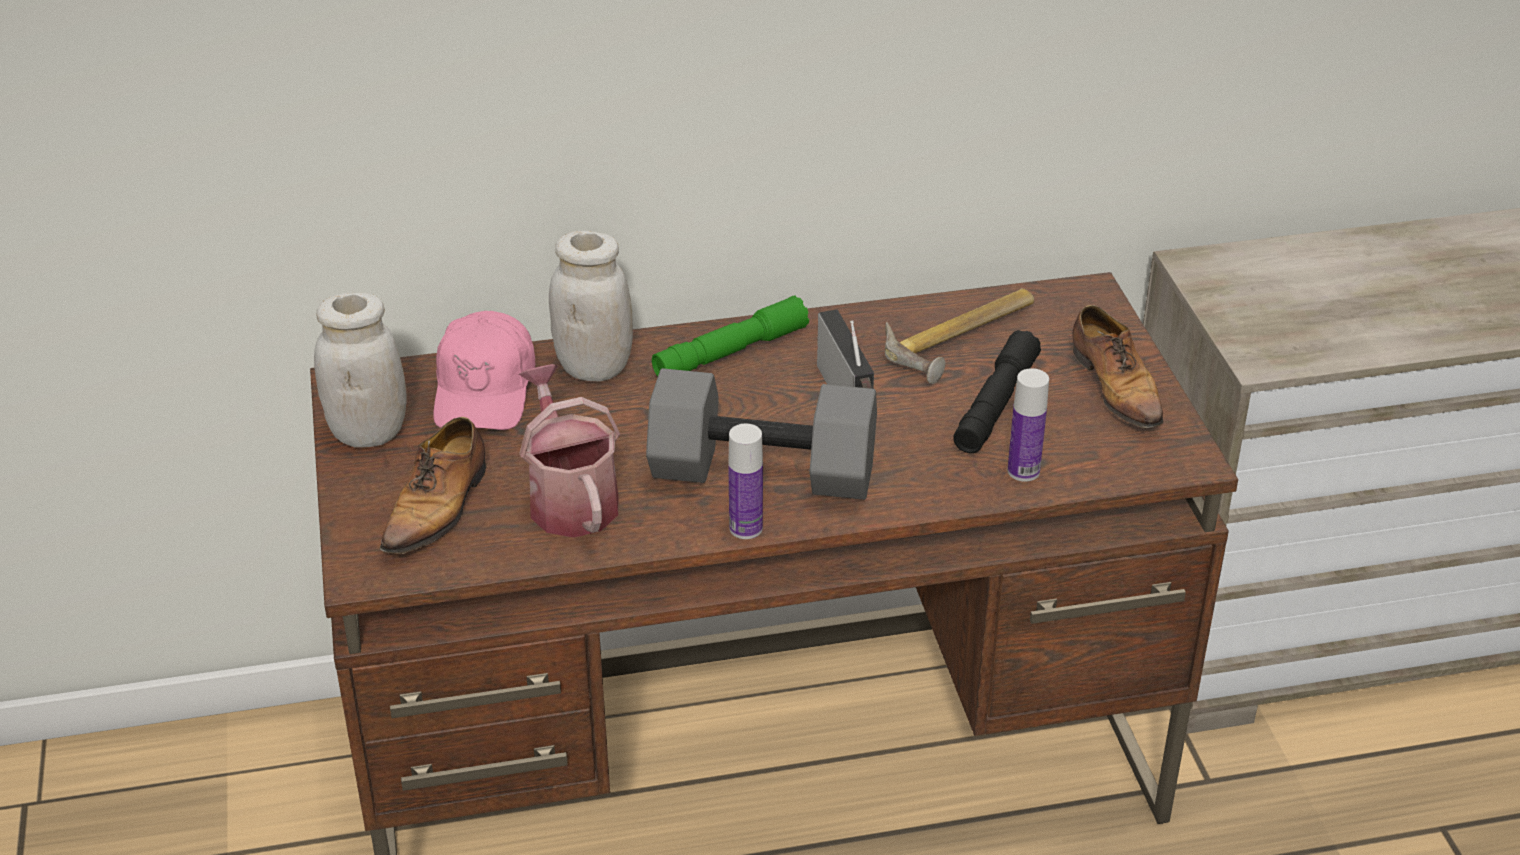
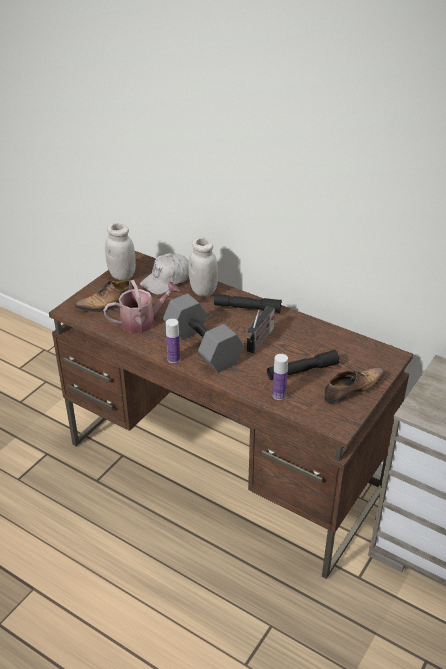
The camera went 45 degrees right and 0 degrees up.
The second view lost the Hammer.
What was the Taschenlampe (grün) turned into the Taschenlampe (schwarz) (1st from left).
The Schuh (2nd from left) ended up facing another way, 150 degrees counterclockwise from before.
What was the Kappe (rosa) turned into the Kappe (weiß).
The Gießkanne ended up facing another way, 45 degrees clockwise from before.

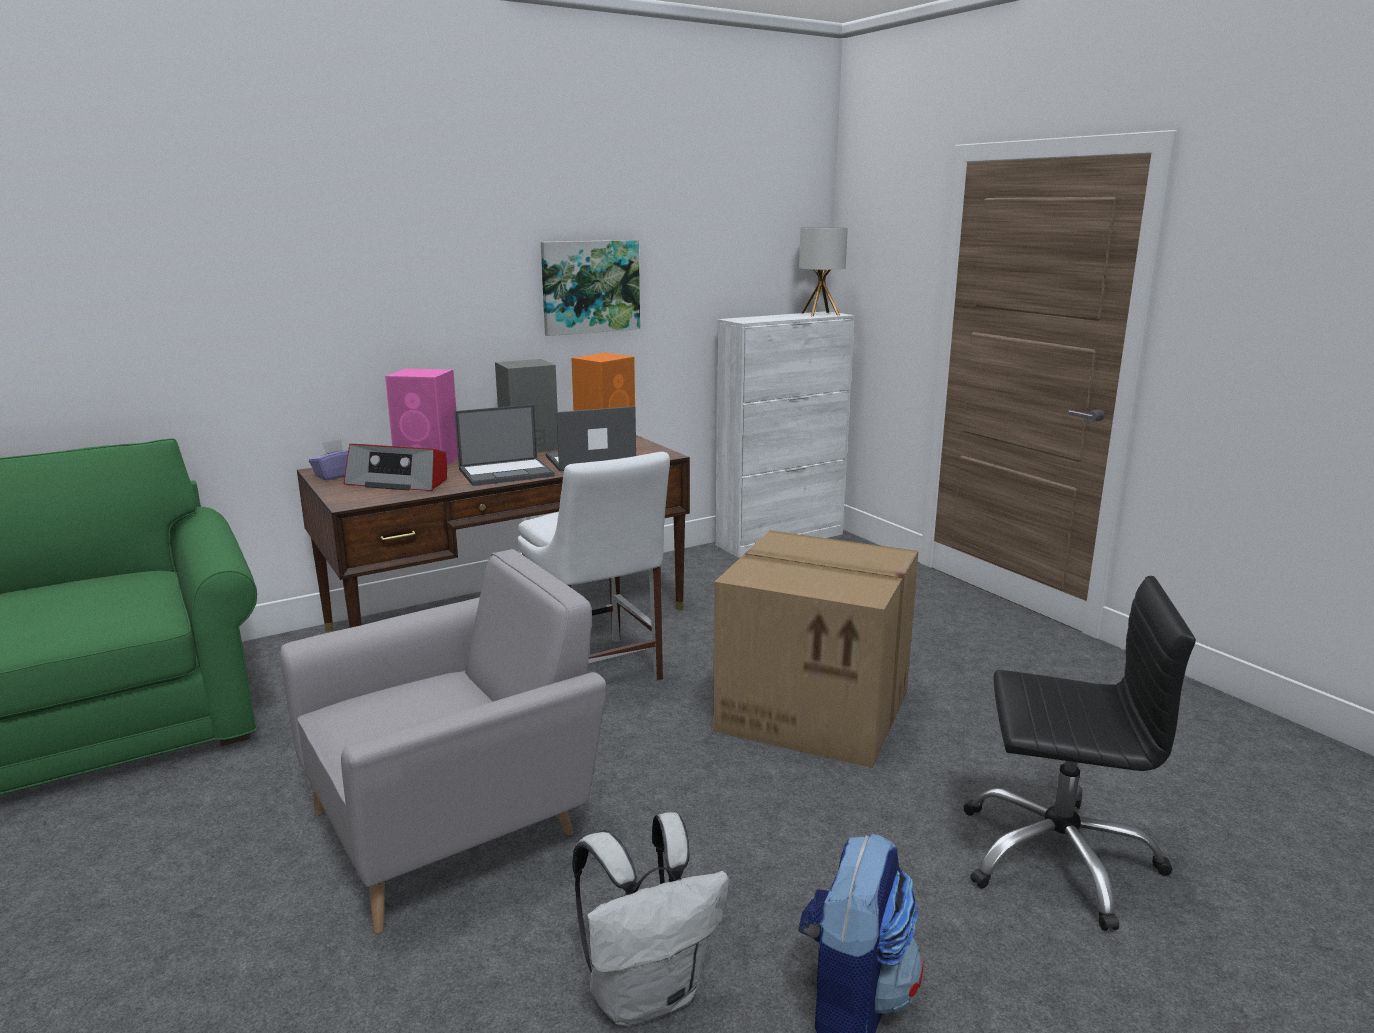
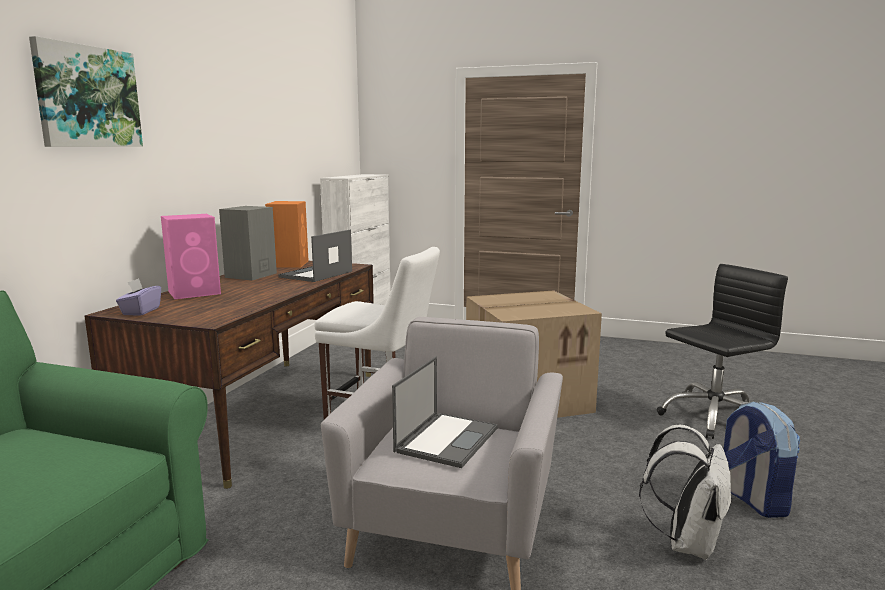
The camera went 40 degrees left and 5 degrees down.
The second view lost the Tischlampe.
The Bild ended up elsewhere.
The Laptop (1st from left in the first image) ended up elsewhere.
The second view lost the Radio.

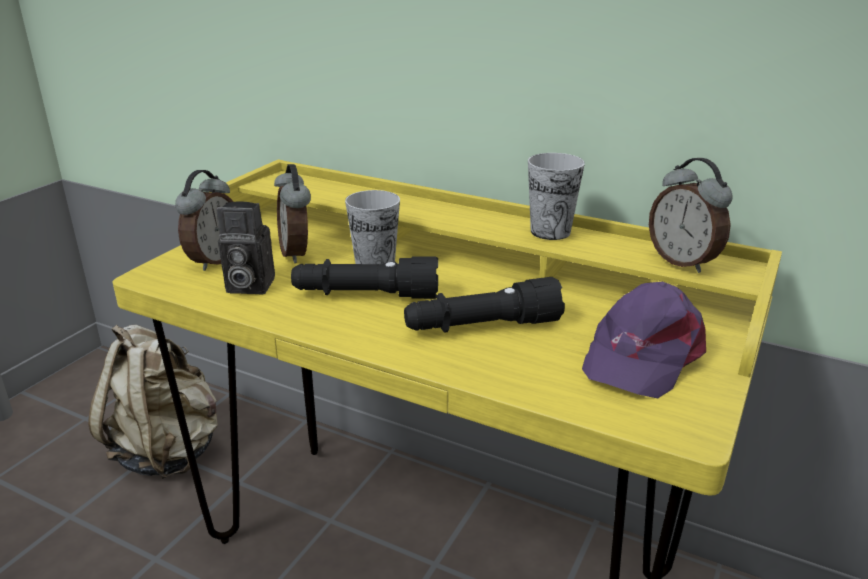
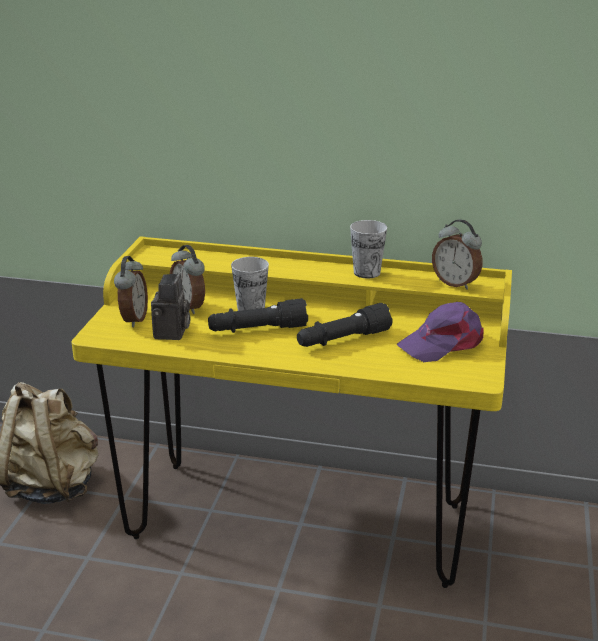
The camera went 15 degrees left and 0 degrees up.
The Kamera ended up facing another way, 75 degrees counterclockwise from before.
The Kappe (lila) ended up facing another way, 45 degrees clockwise from before.

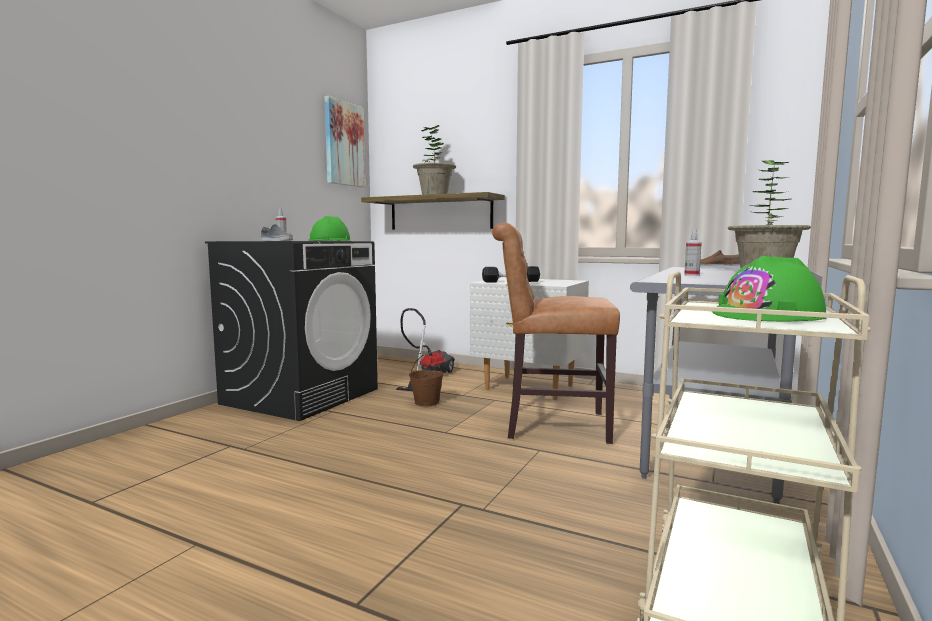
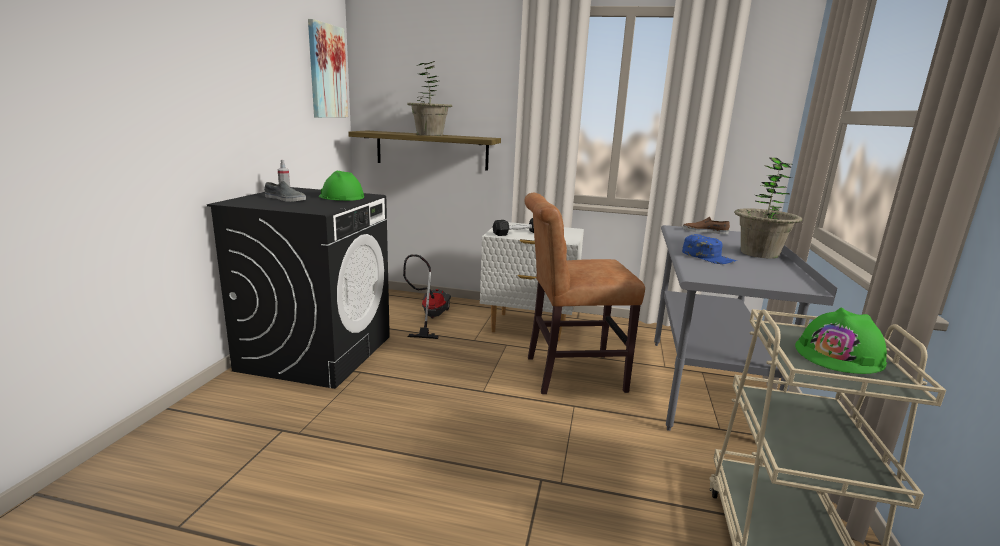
The camera went 15 degrees left and 10 degrees up.
Where the Sprühflasche (2nd from left) stood, the Kappe (blau) came to stand.
The second view lost the Eimer (braun).

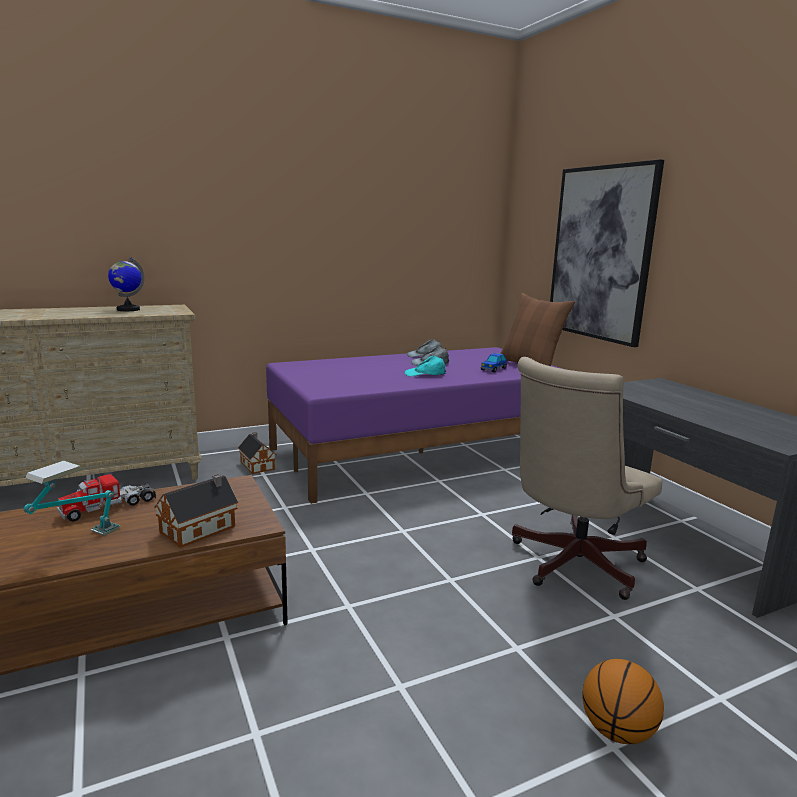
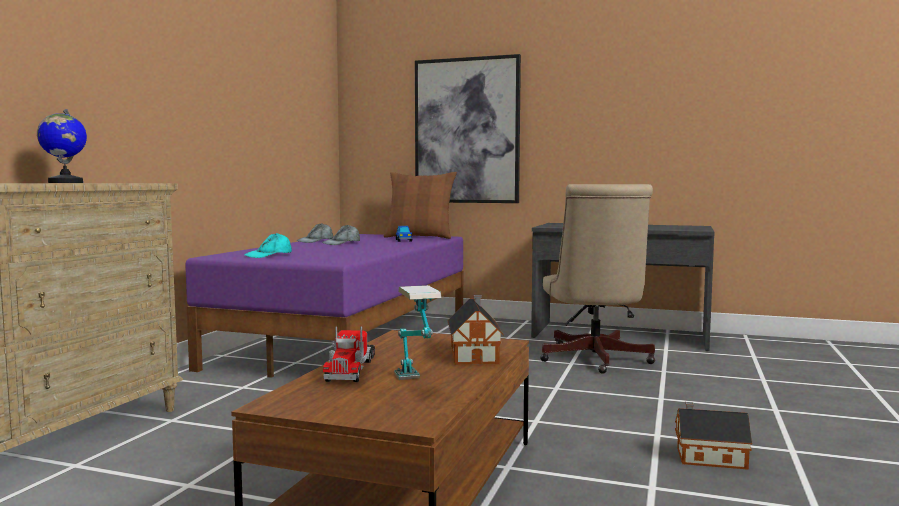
The camera went 45 degrees left and 10 degrees down.
The Kappe (türkis) ended up elsewhere.
The Spielzeughaus (2nd from left) ended up elsewhere.
The second view lost the Basketball.

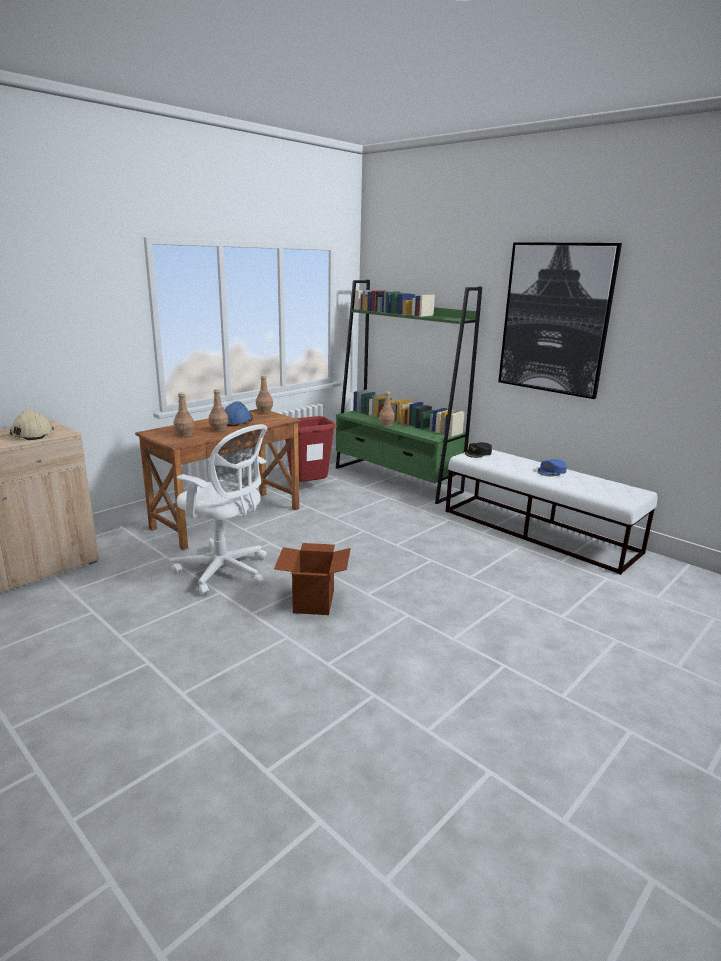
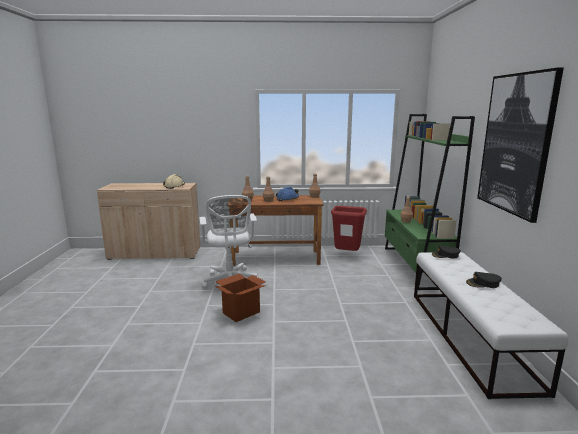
The camera went 45 degrees right and 5 degrees down.
What was the Kappe (blau) turned into the Kappe (schwarz) (2nd from left).

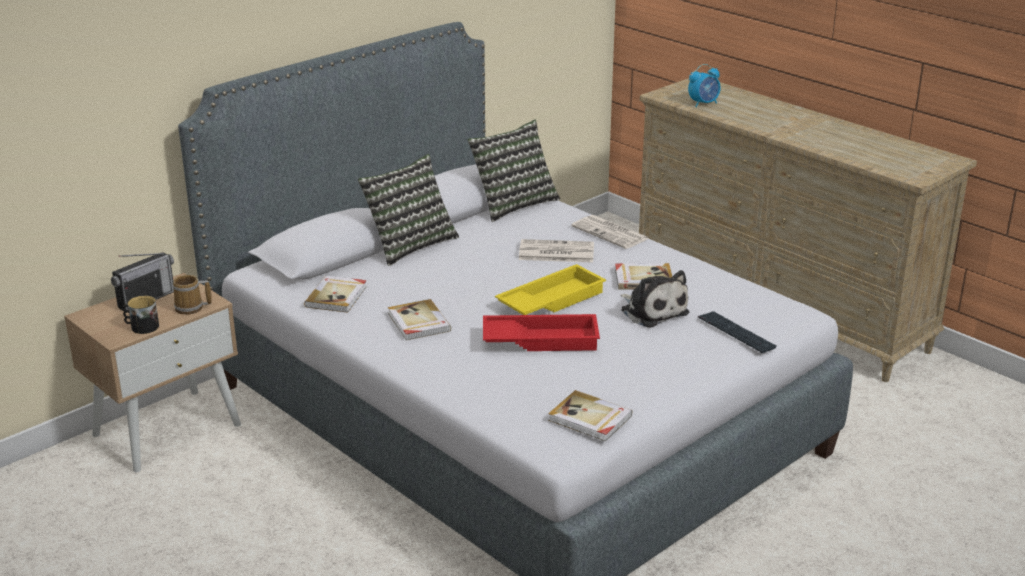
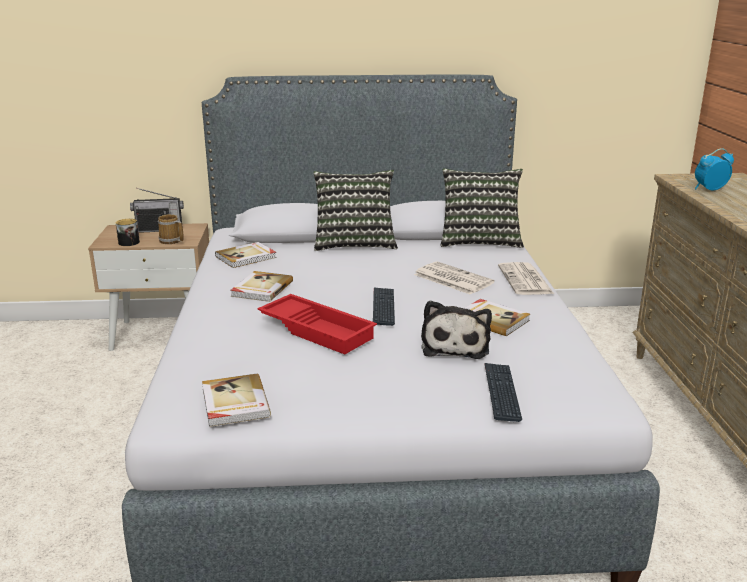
The camera went 40 degrees right and 5 degrees down.
The Wecker ended up facing another way, 150 degrees clockwise from before.
Where the Tablett (gelb) stood, the Tastatur (1st from left) came to stand.

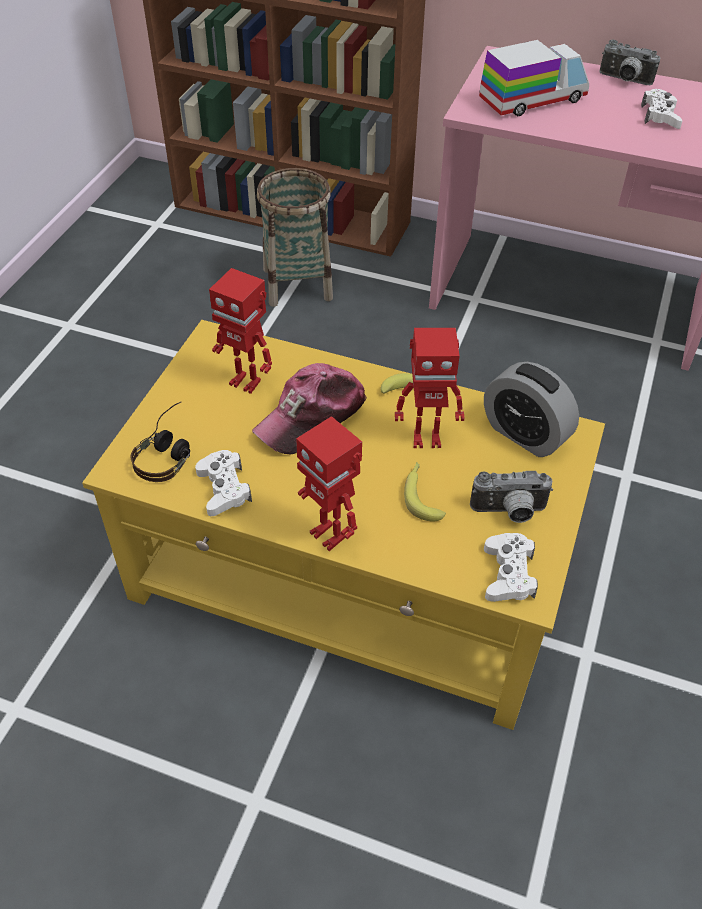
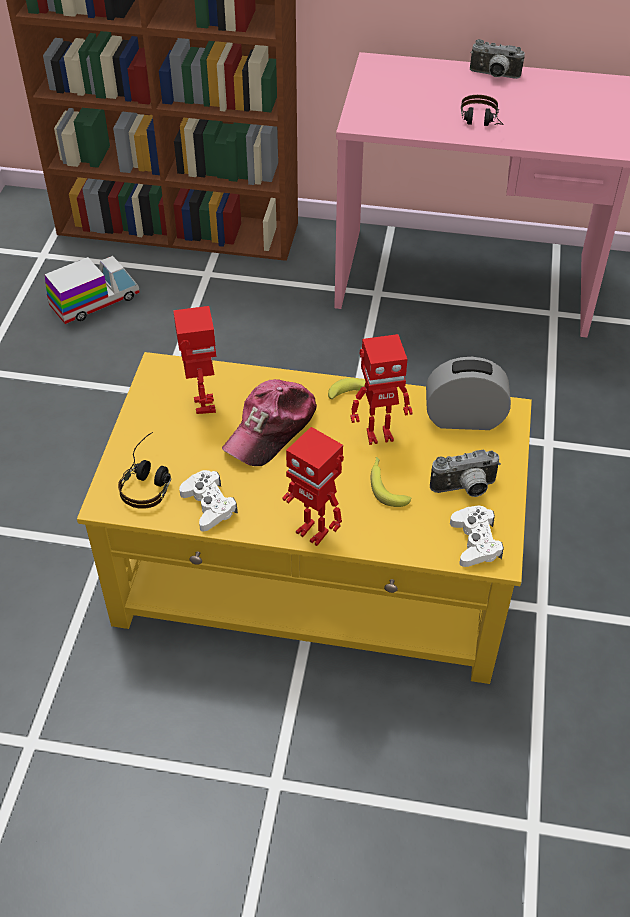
The camera went 10 degrees left and 0 degrees up.
The Spielzeuglaster ended up elsewhere.
The second view lost the Gamepad (weiß) (3rd from left).
The second view lost the Korb.
The Spielzeugroboter (1st from left) ended up facing another way, 120 degrees counterclockwise from before.
The Wecker ended up facing another way, 150 degrees clockwise from before.
The second view gained the Kopfhörer (2nd from left).

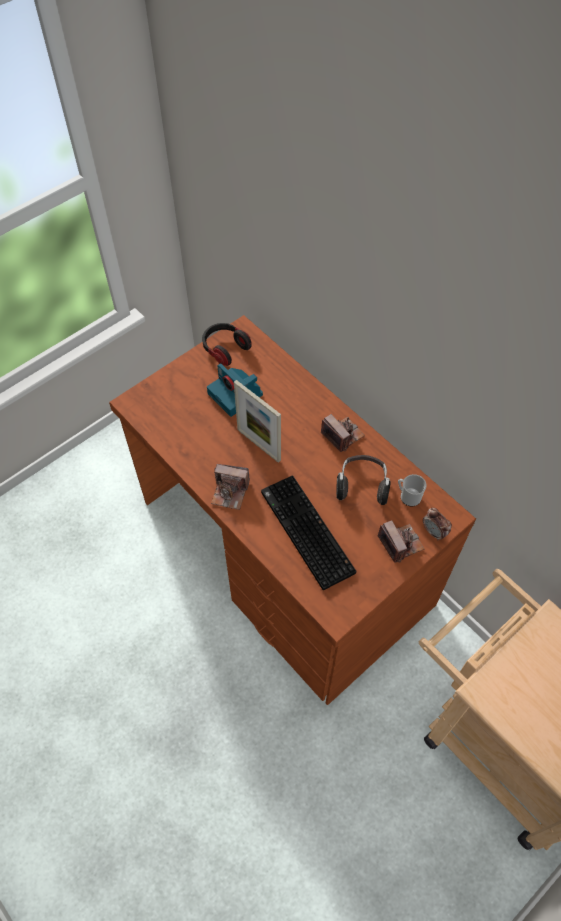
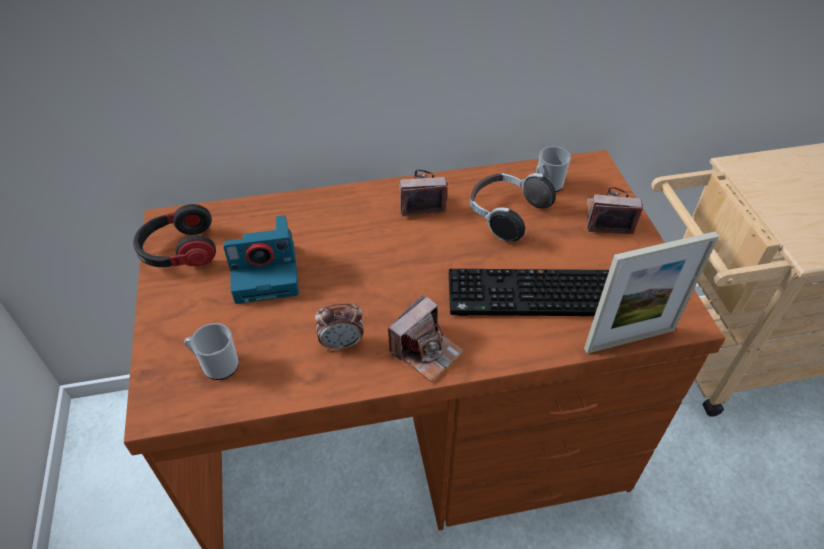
The camera went 60 degrees left and 10 degrees down.
The Bilderrahmen ended up elsewhere.
The Wecker ended up elsewhere.
The second view gained the Henkelbecher (1st from left).

